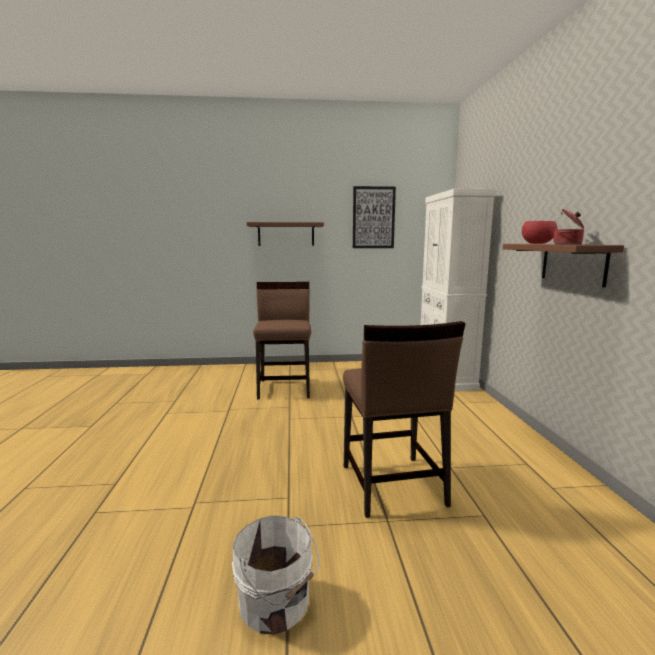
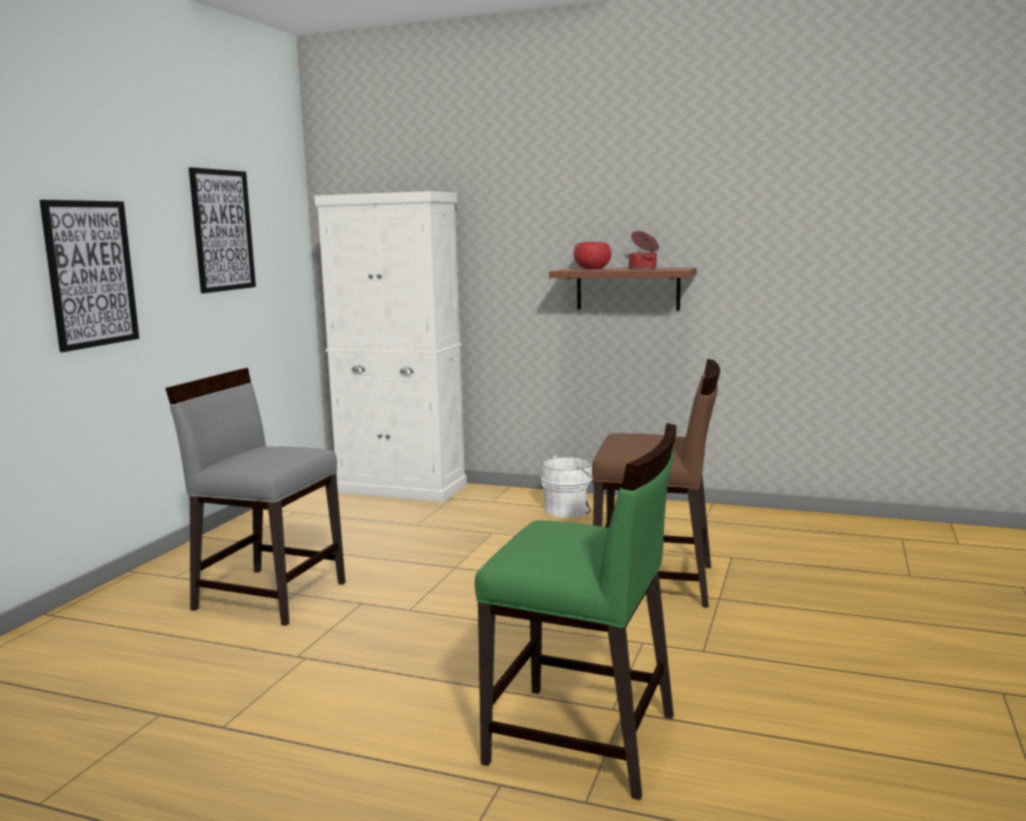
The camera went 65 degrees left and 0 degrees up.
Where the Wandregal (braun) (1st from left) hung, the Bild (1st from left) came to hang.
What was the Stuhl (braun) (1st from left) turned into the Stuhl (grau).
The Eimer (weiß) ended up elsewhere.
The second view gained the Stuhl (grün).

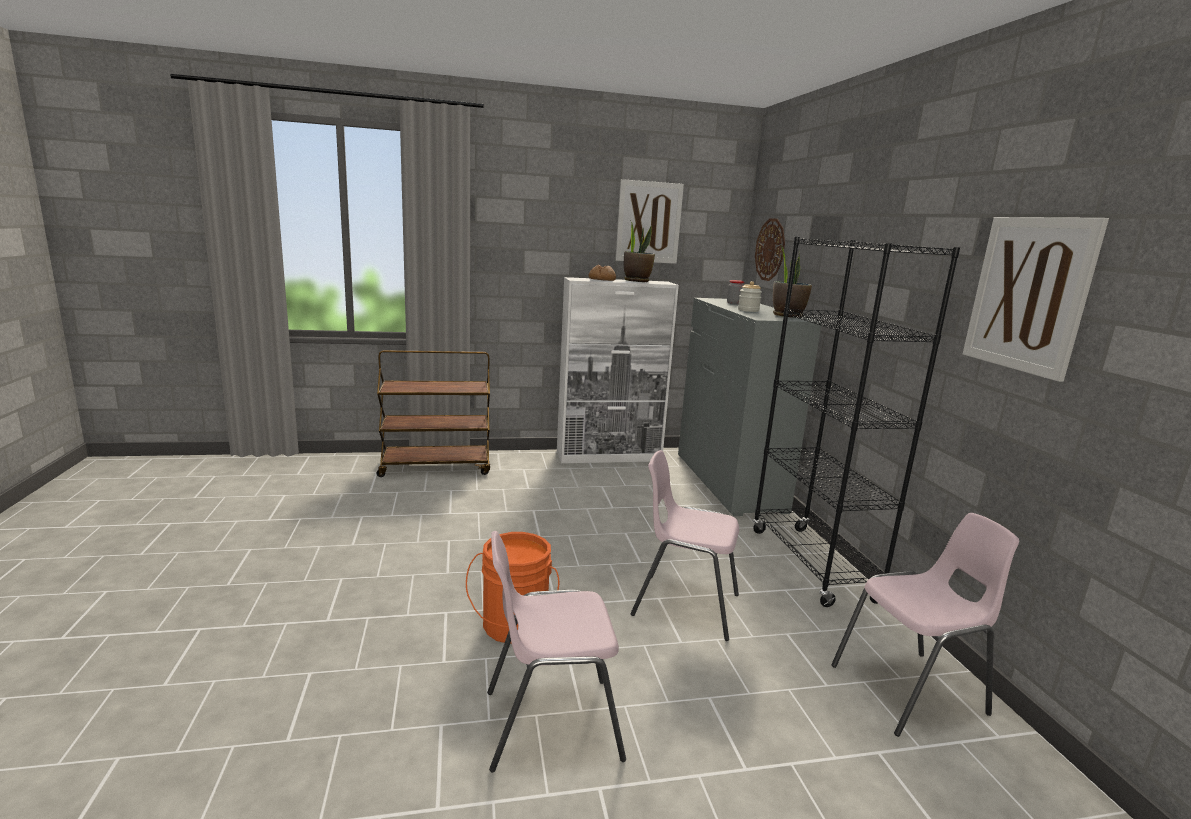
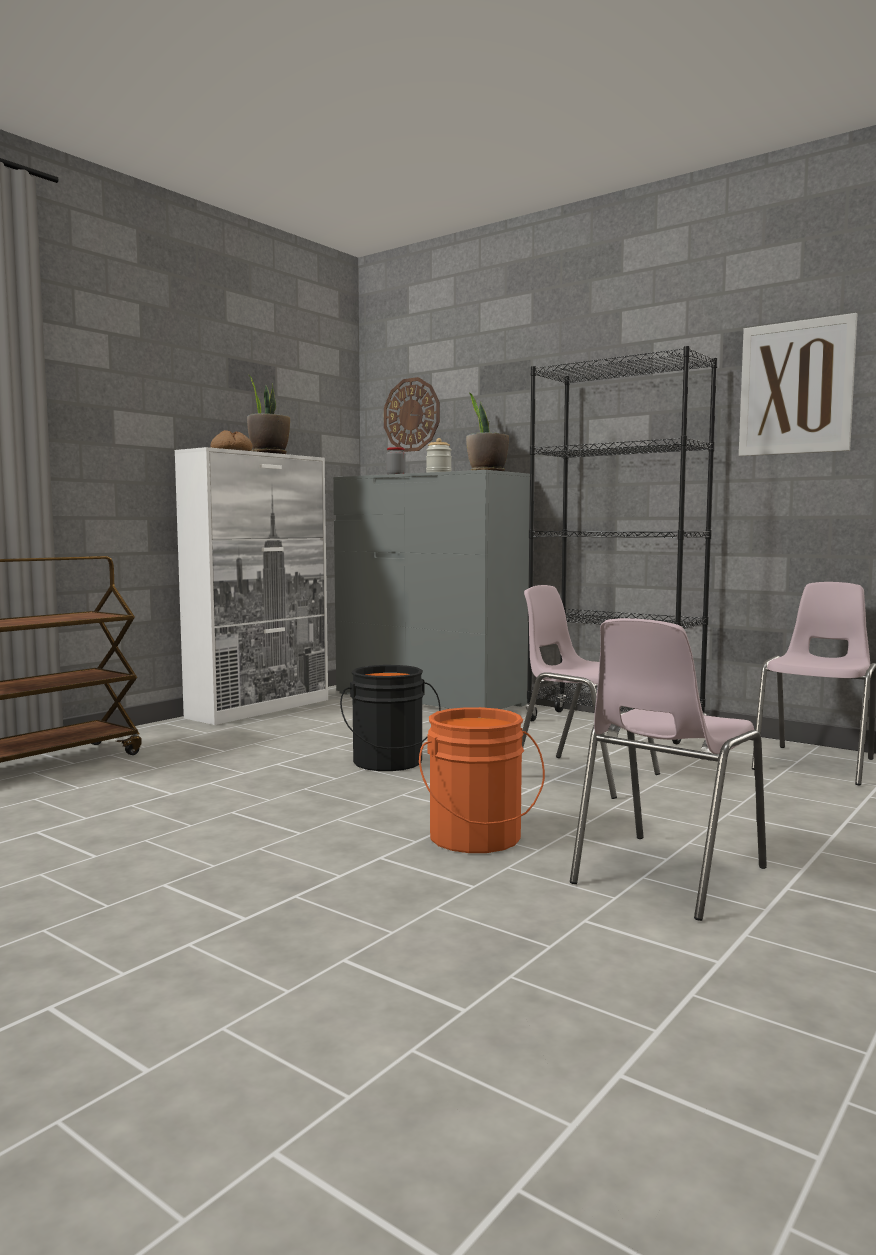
The camera went 40 degrees left and 10 degrees down.
The second view lost the Bild (1st from left).
The Stuhl (rosa) (2nd from left in the first image) ended up facing another way, 60 degrees clockwise from before.
The second view gained the Eimer (schwarz).

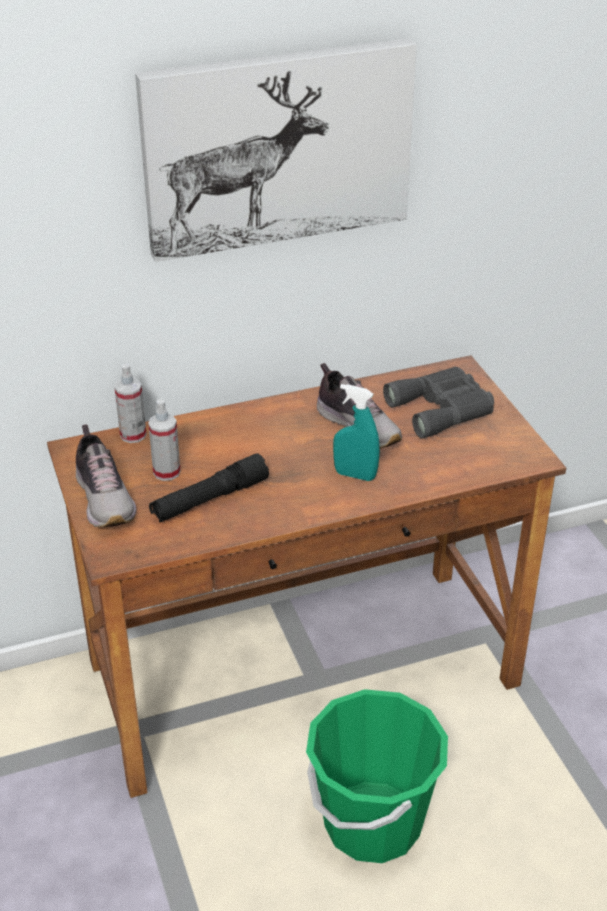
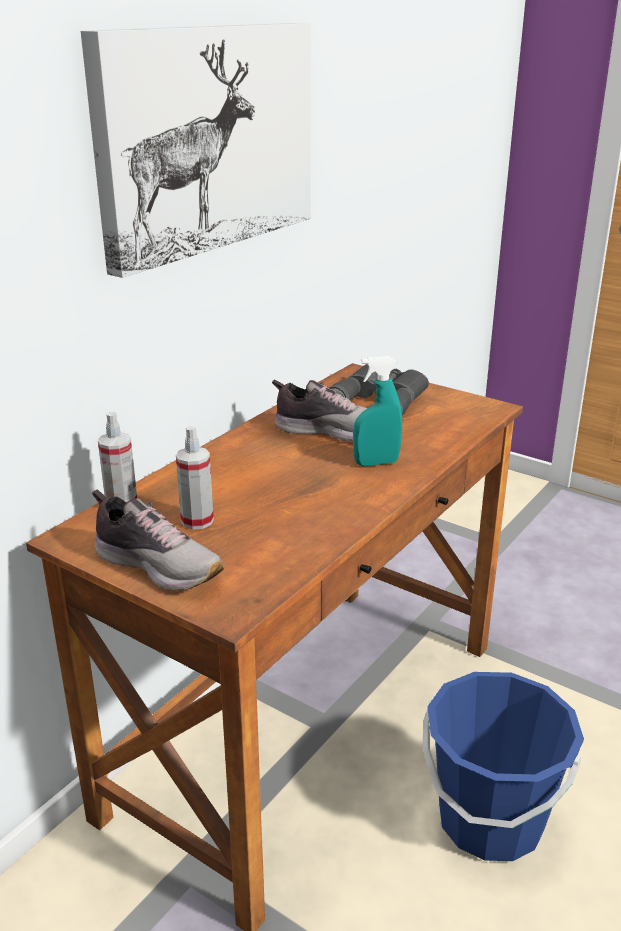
The camera went 35 degrees left and 10 degrees down.
The second view lost the Taschenlampe (schwarz).
What was the Eimer (grün) turned into the Eimer (blau).

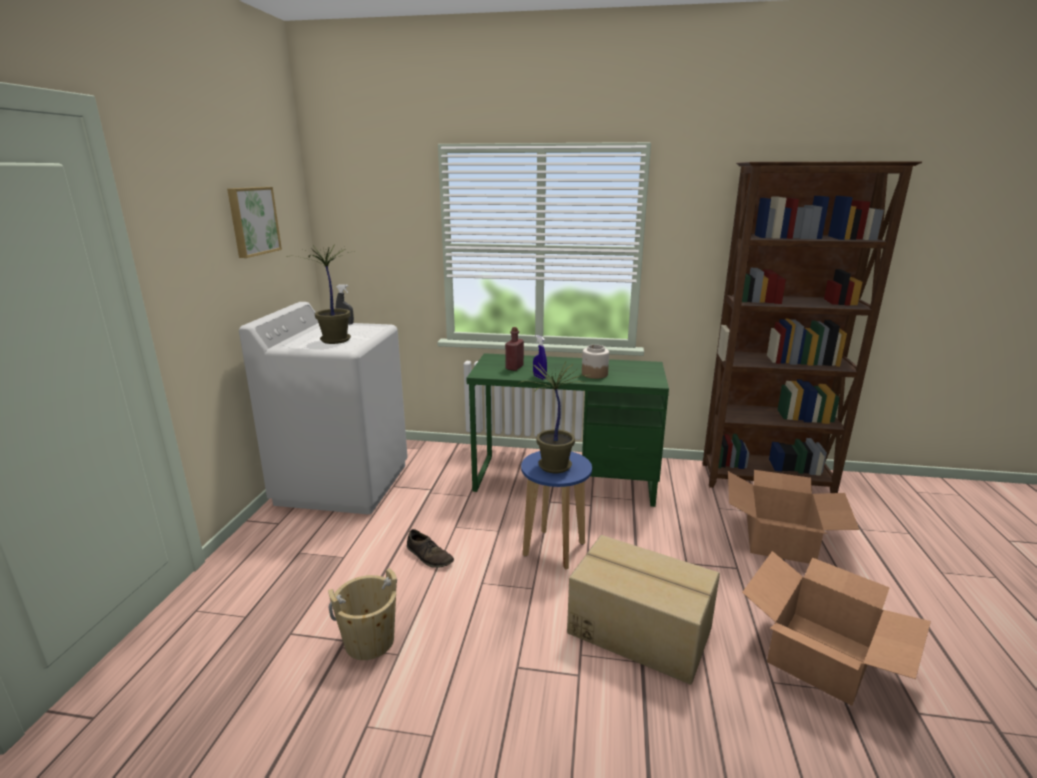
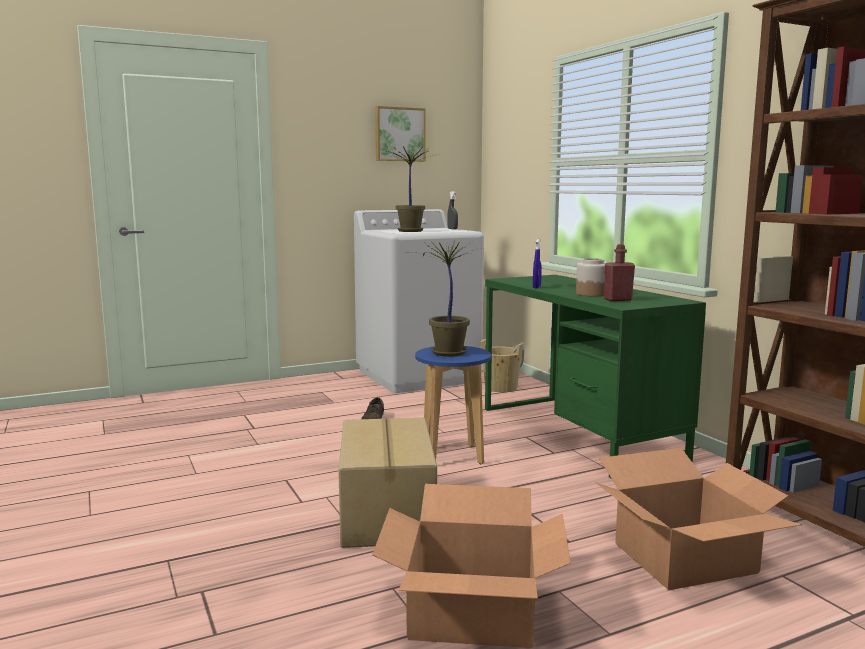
The camera went 55 degrees right and 10 degrees down.
The Flasche (rot) ended up elsewhere.
The Eimer (beige) ended up elsewhere.

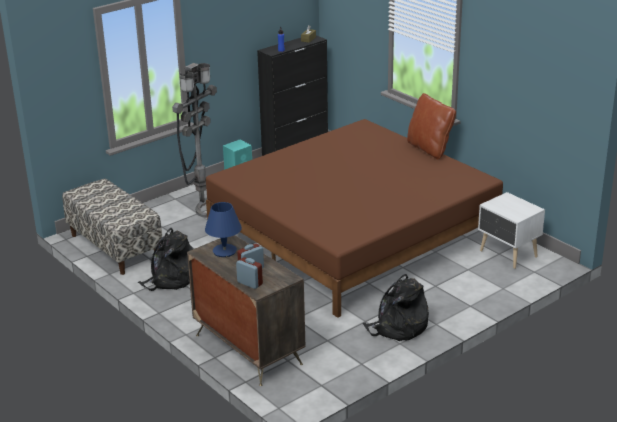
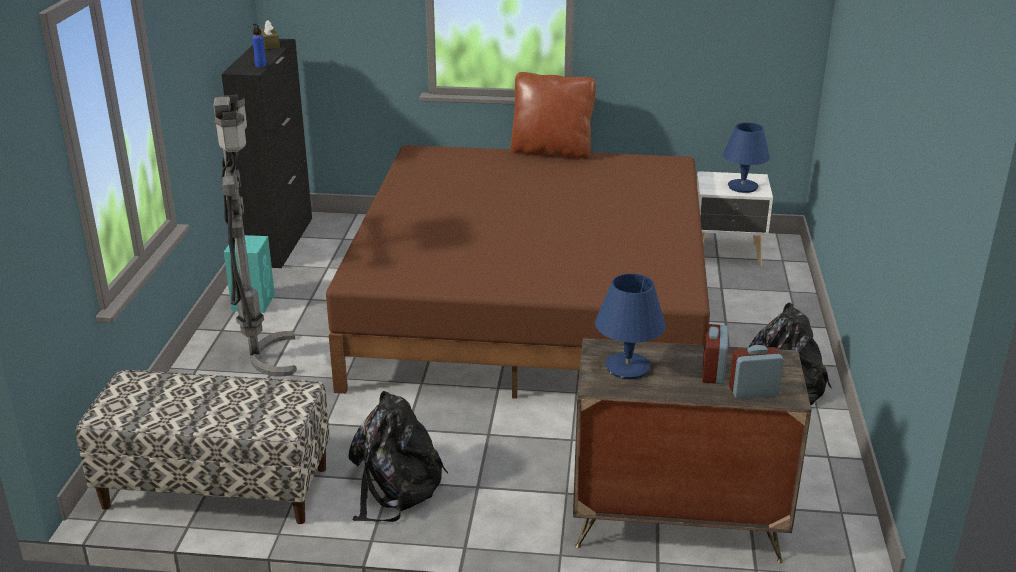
The camera went 45 degrees left and 0 degrees up.
The second view gained the Tischlampe (blau) (2nd from left).

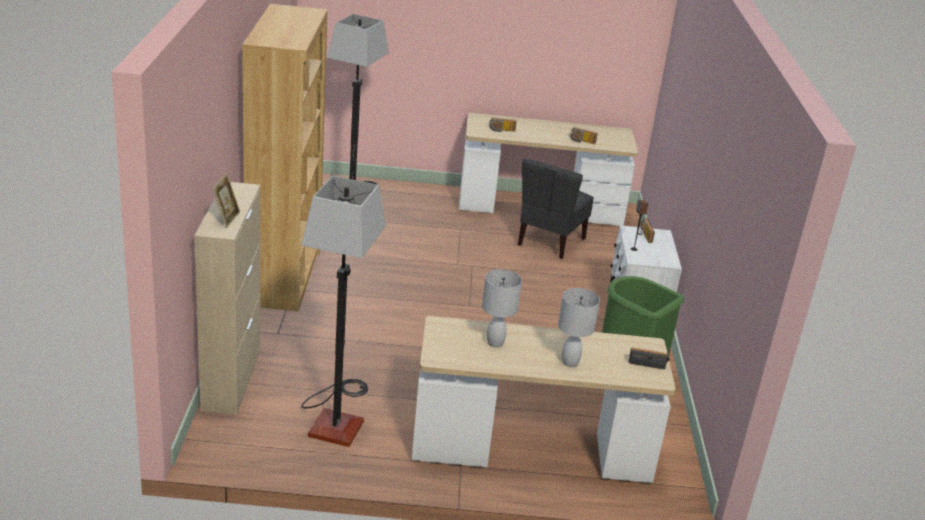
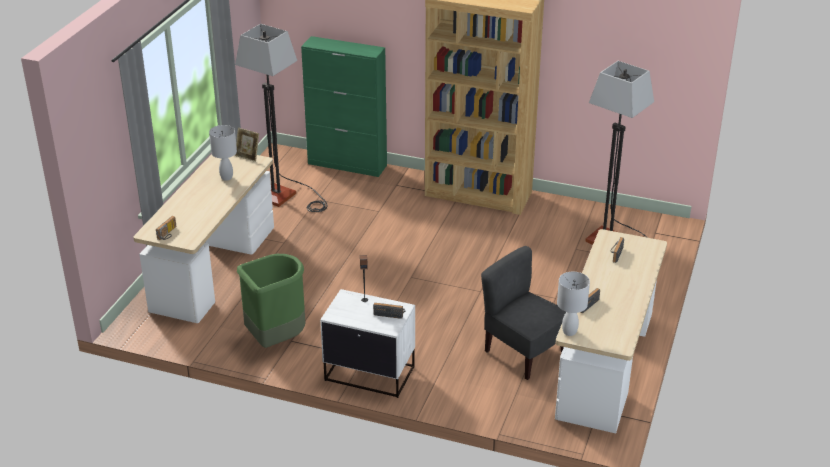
The camera went 110 degrees right and 5 degrees up.
The Bilderrahmen ended up elsewhere.
What was the Schrank (beige) turned into the Schrank (grün).
The Tischlampe (weiß) (2nd from left) ended up elsewhere.

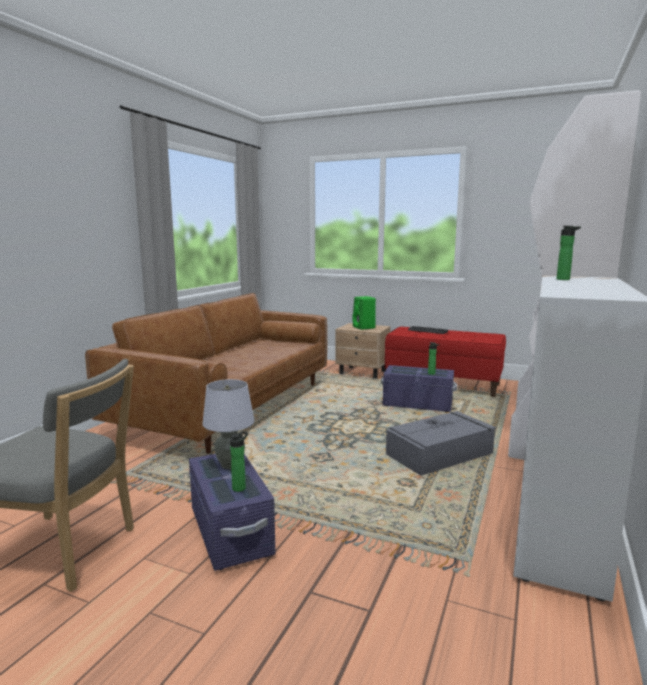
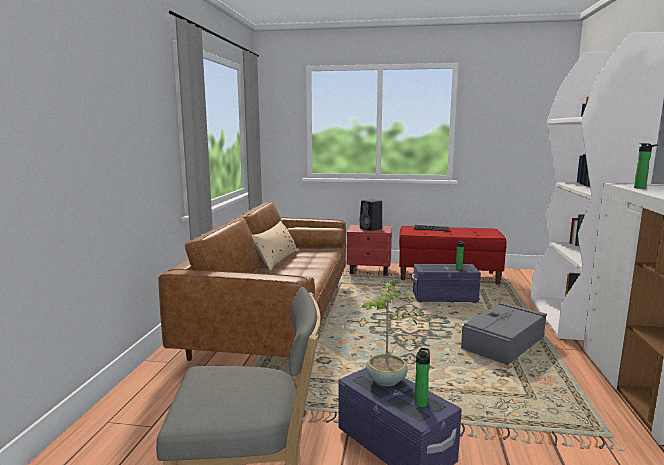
The camera went 15 degrees left and 0 degrees up.
What was the Lautsprecher (grün) turned into the Lautsprecher (schwarz).
What was the Nachttisch (beige) turned into the Nachttisch (rot).
Where the Tischlampe (grau) stood, the Topfpflanze came to stand.
The second view gained the Kissen (beige).

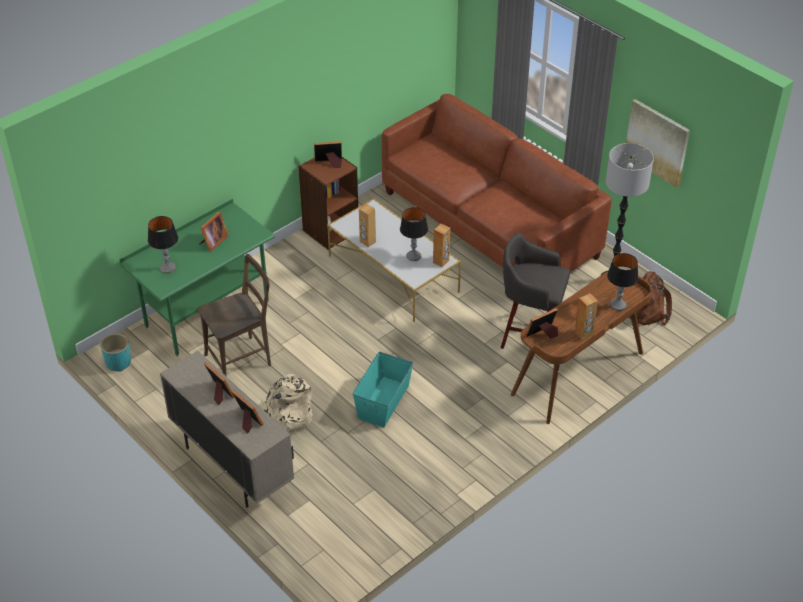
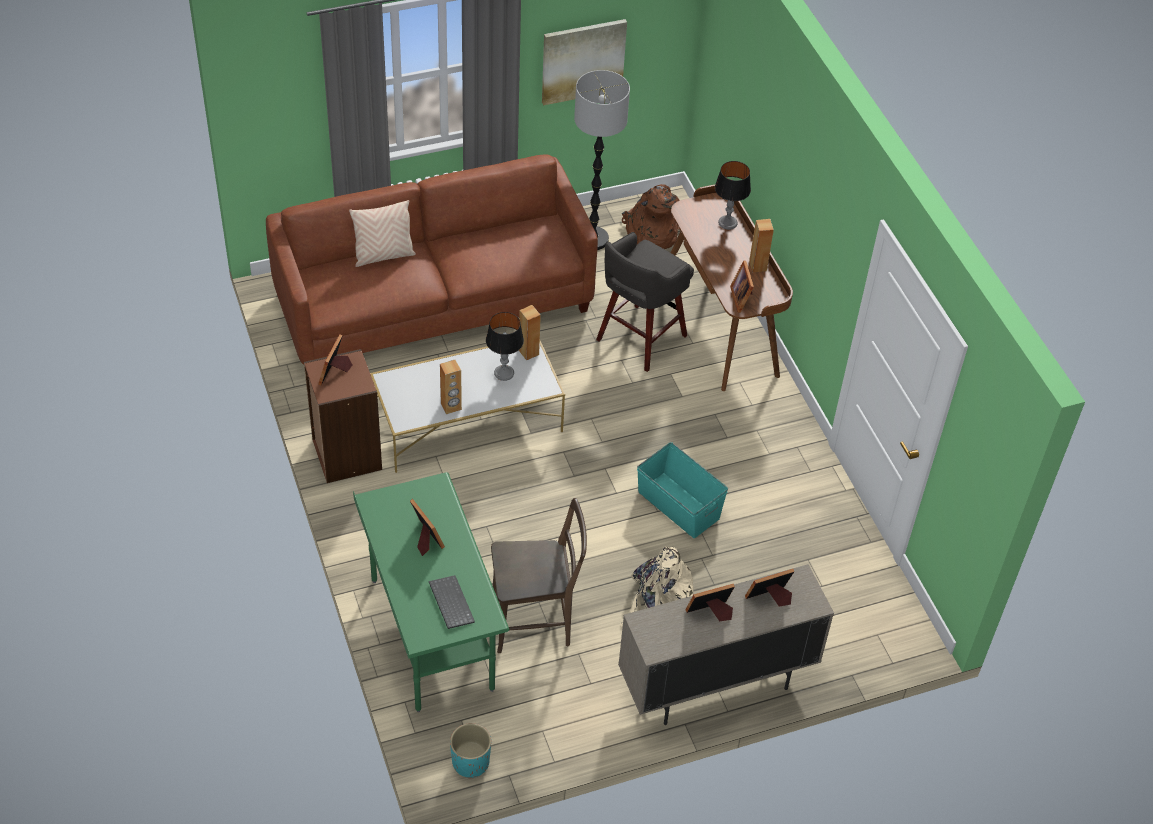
The camera went 70 degrees left and 5 degrees up.
Where the Tischlampe (1st from left) stood, the Tastatur came to stand.
The Stuhl (braun) ended up facing another way, 90 degrees clockwise from before.
The second view gained the Kissen (beige).

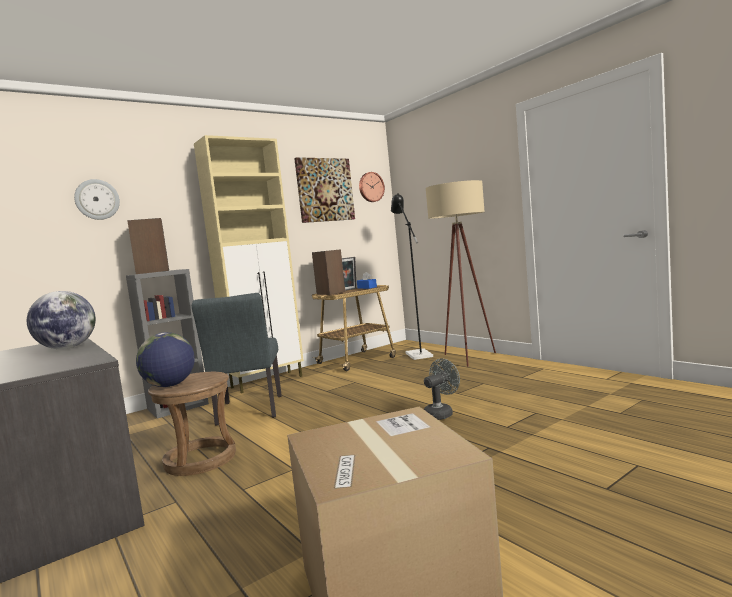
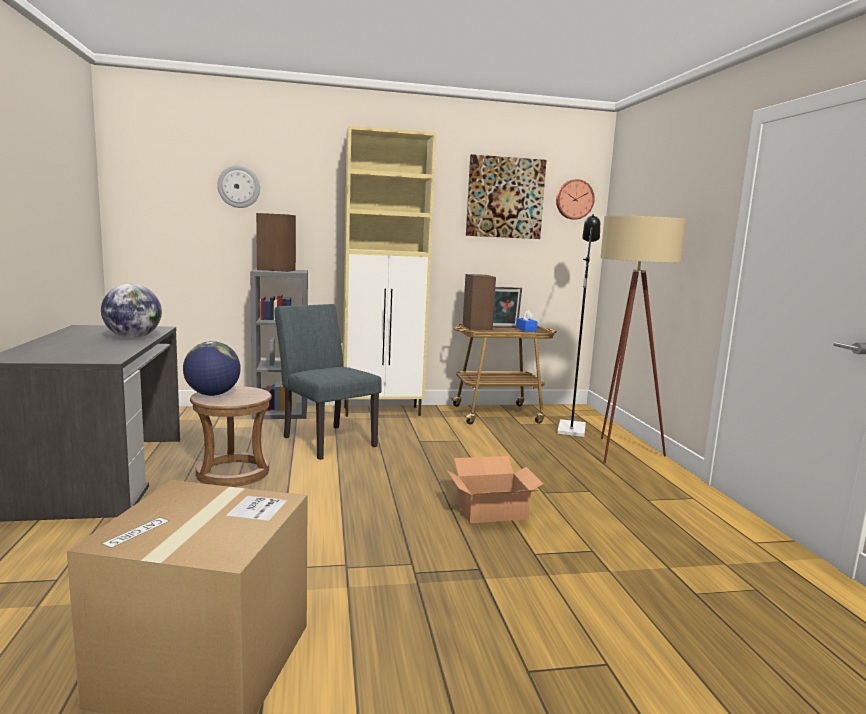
The camera went 25 degrees right and 5 degrees up.
The Stuhl (grau) ended up facing another way, 120 degrees clockwise from before.
Where the Ventilator (grau) stood, the Karton (2nd from left) came to stand.

